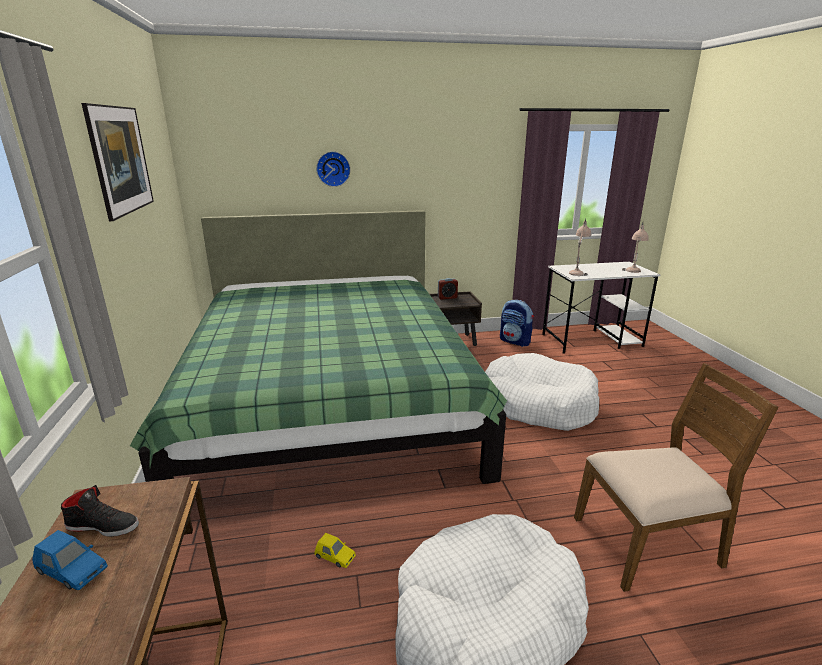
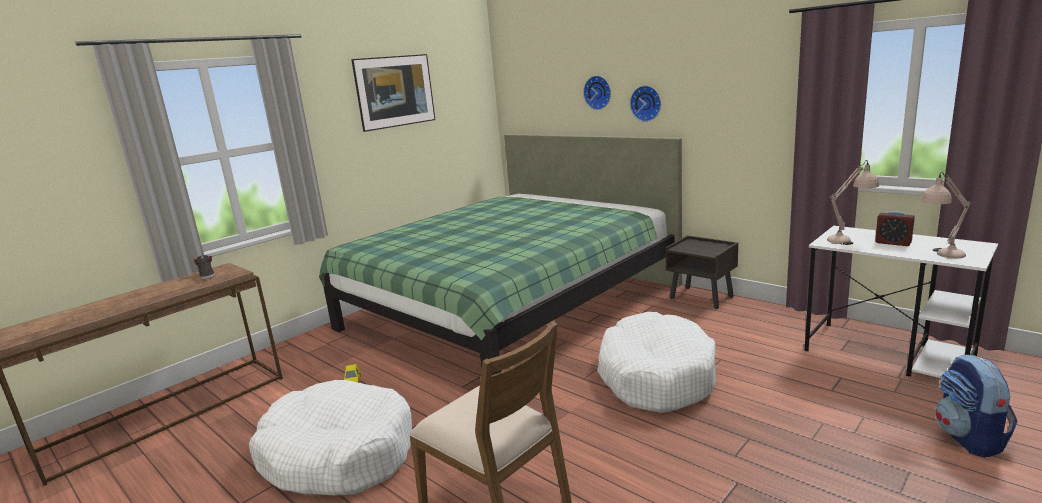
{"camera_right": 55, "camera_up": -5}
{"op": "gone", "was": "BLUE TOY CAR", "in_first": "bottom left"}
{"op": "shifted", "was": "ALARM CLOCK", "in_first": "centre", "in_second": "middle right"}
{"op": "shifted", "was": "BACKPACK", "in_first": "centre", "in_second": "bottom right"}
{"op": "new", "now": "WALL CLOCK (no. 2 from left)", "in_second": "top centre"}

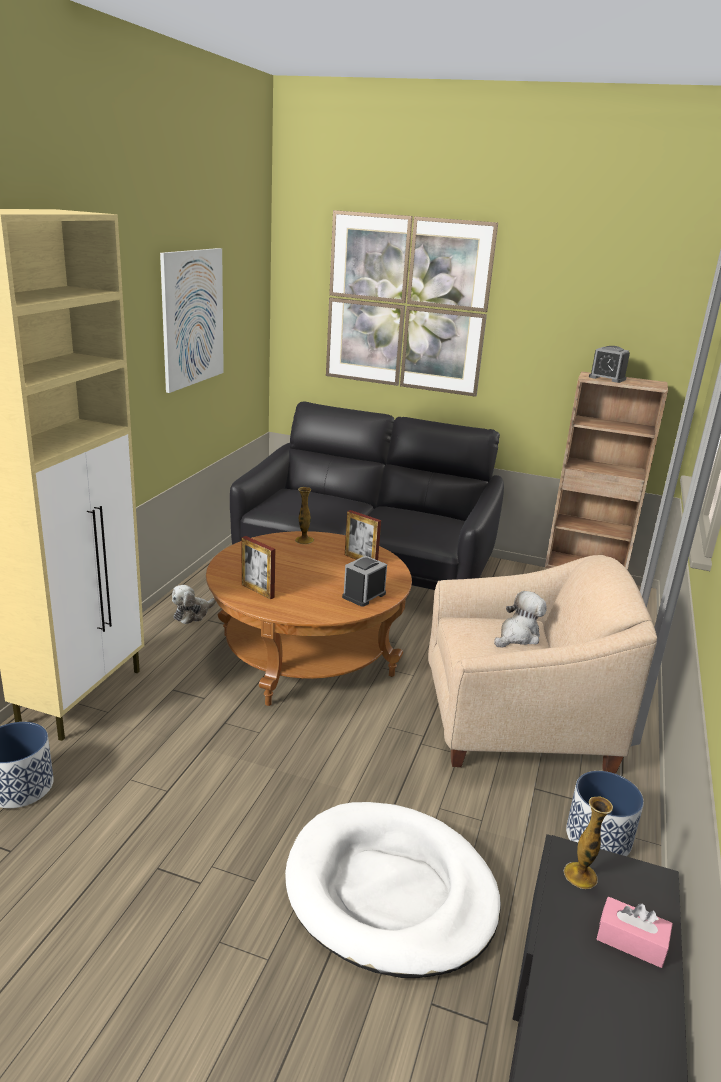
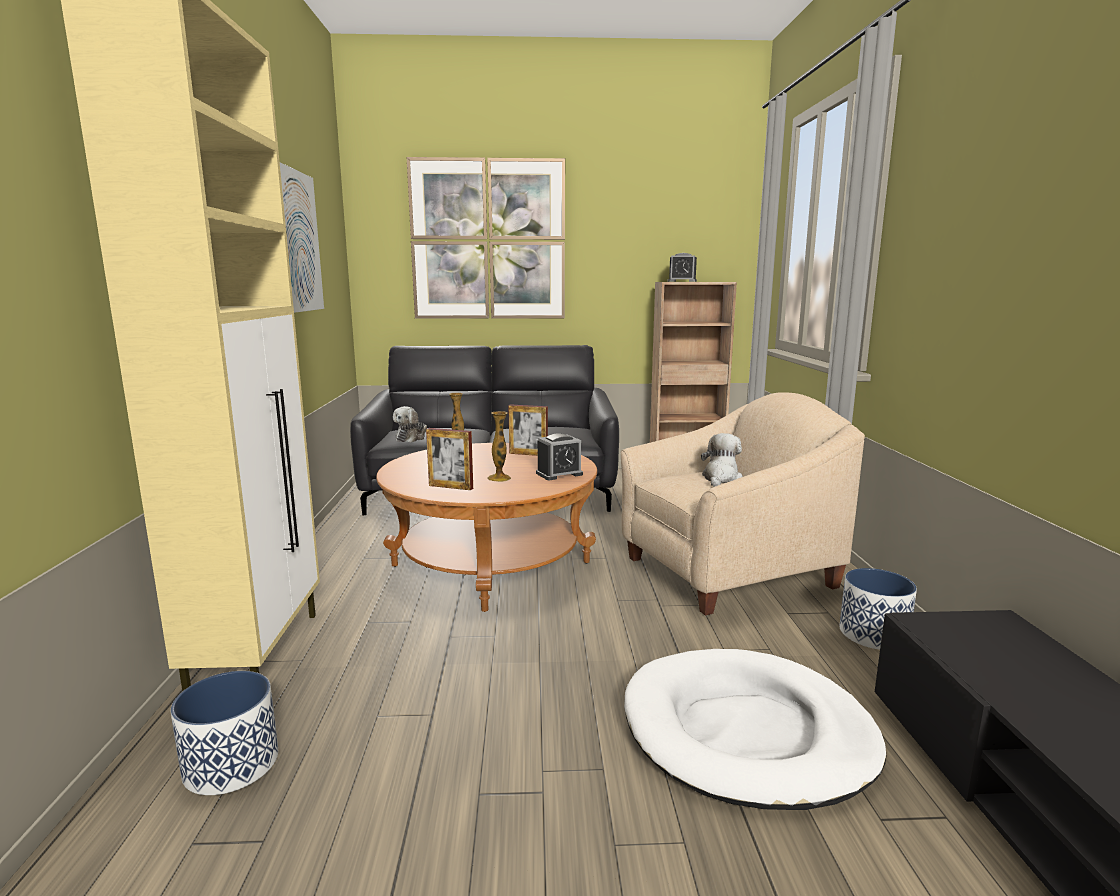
{"camera_right": -20, "camera_up": -10}
{"op": "shifted", "was": "PLUSH TOY (no. 1 from left)", "in_first": "middle left", "in_second": "centre"}
{"op": "rotated", "was": "ALARM CLOCK (no. 1 from left)", "in_first": "centre", "in_second": "centre", "clockwise": -135}
{"op": "shifted", "was": "VASE (no. 2 from left)", "in_first": "bottom right", "in_second": "centre"}
{"op": "gone", "was": "PINK TISSUE BOX", "in_first": "bottom right"}

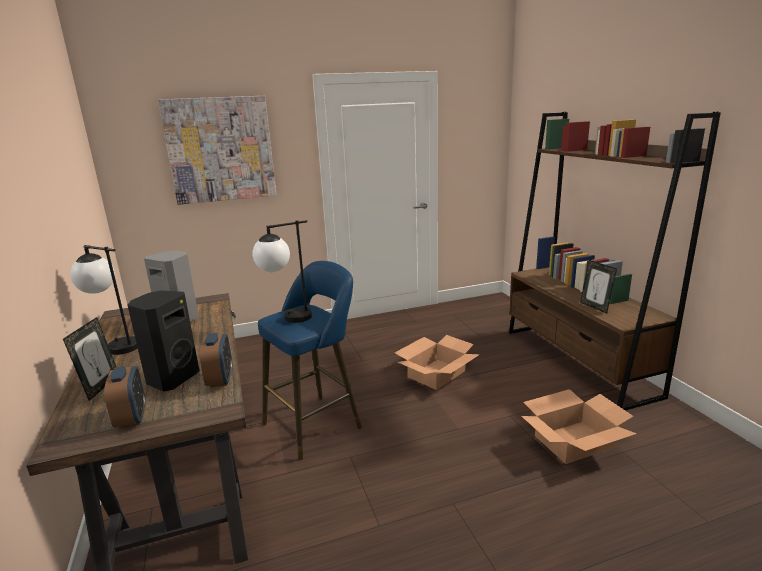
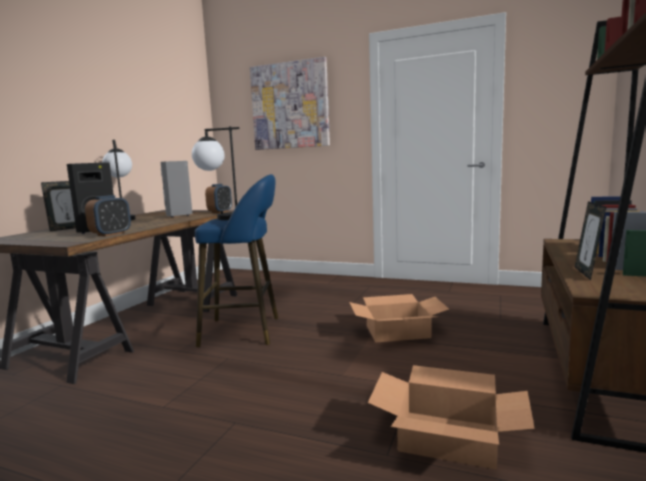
{"camera_right": 40, "camera_up": -10}
{"op": "shifted", "was": "ALARM CLOCK (no. 1 from left in the first image)", "now": "ALARM CLOCK (no. 2 from left)", "in_first": "bottom left", "in_second": "centre"}

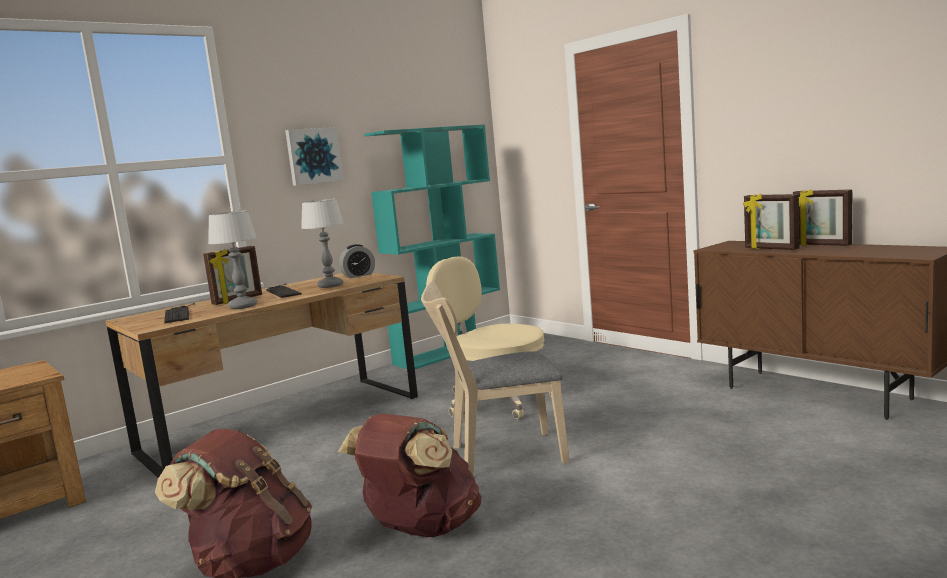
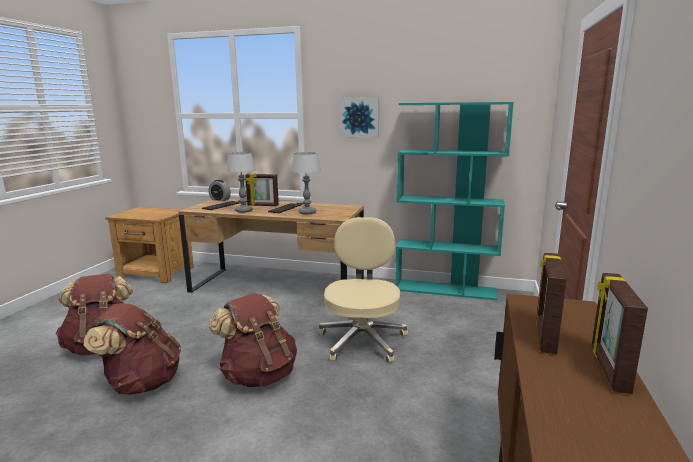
{"camera_right": 55, "camera_up": 5}
{"op": "shifted", "was": "ALARM CLOCK", "in_first": "centre", "in_second": "middle left"}
{"op": "swapped", "was": "BEIGE CHAIR", "now": "BROWN BACKPACK (no. 3 from left)", "in_first": "centre", "in_second": "bottom centre"}

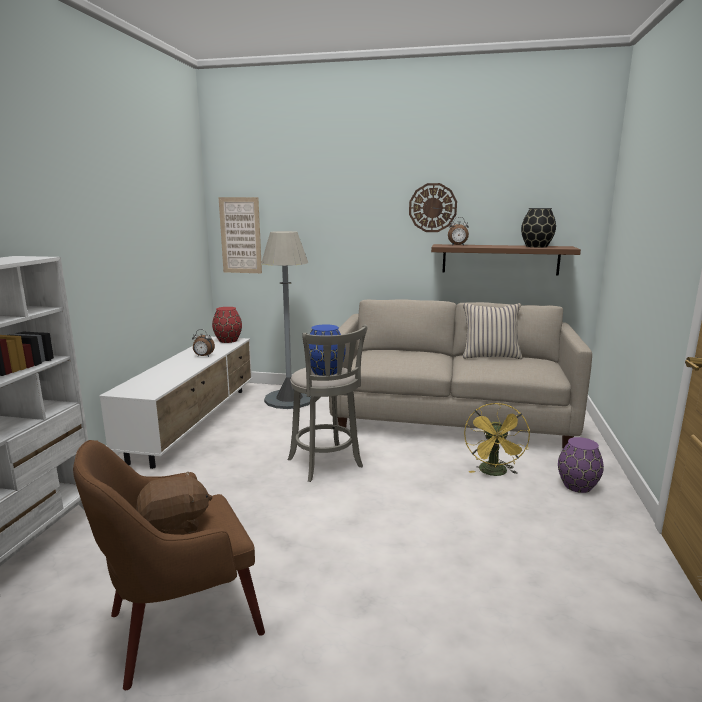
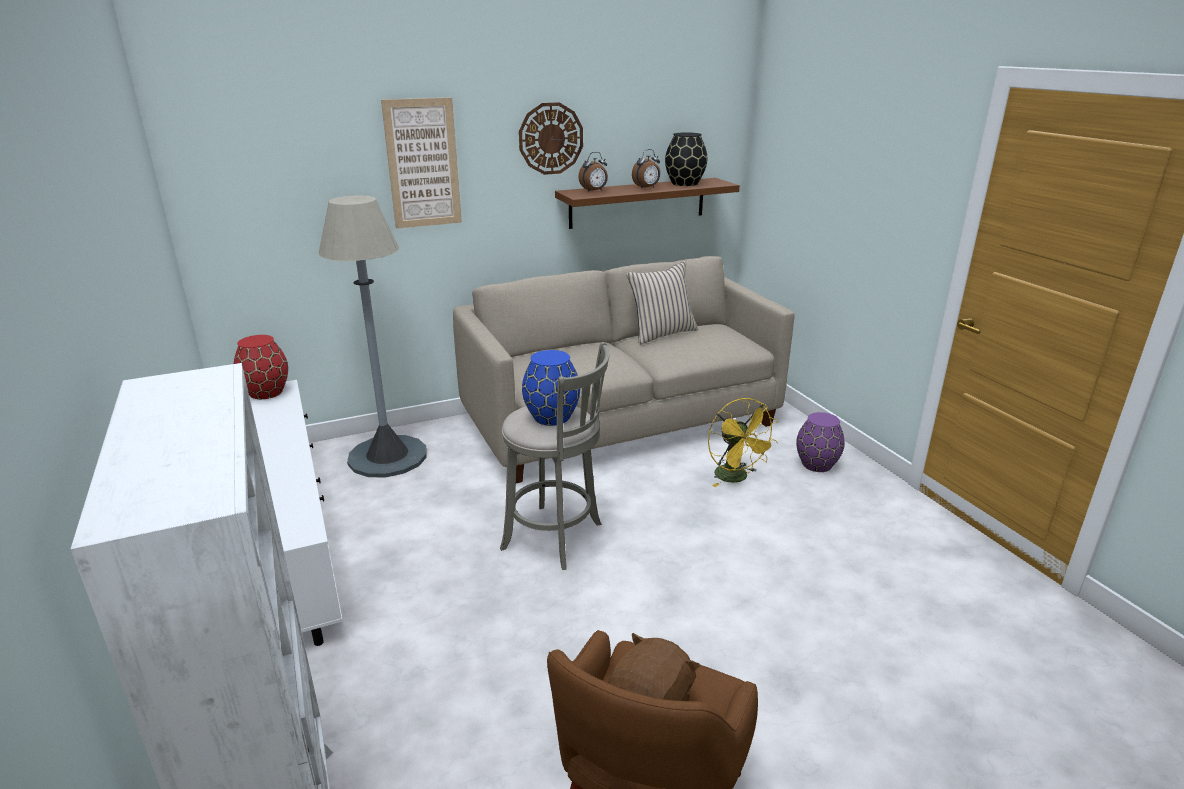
{"camera_right": -35, "camera_up": 10}
{"op": "shifted", "was": "ALARM CLOCK (no. 1 from left in the first image)", "now": "ALARM CLOCK (no. 2 from left)", "in_first": "middle left", "in_second": "top centre"}
{"op": "shifted", "was": "PICTURE", "in_first": "centre", "in_second": "top centre"}

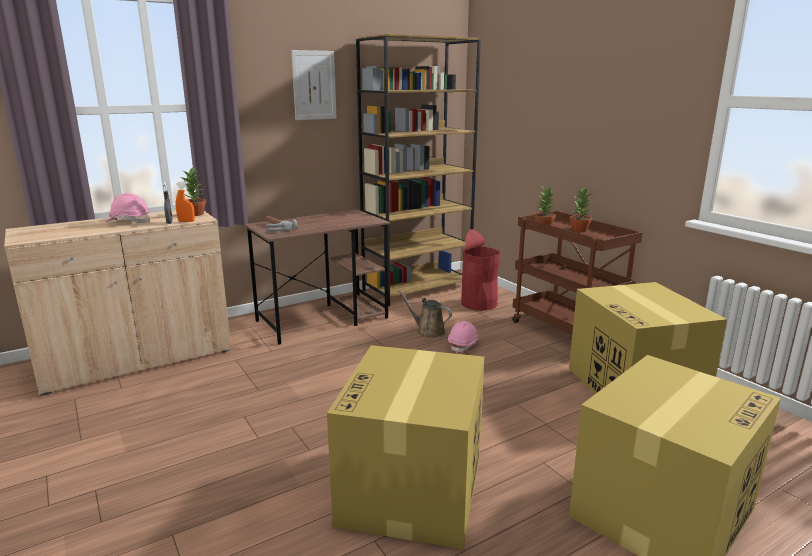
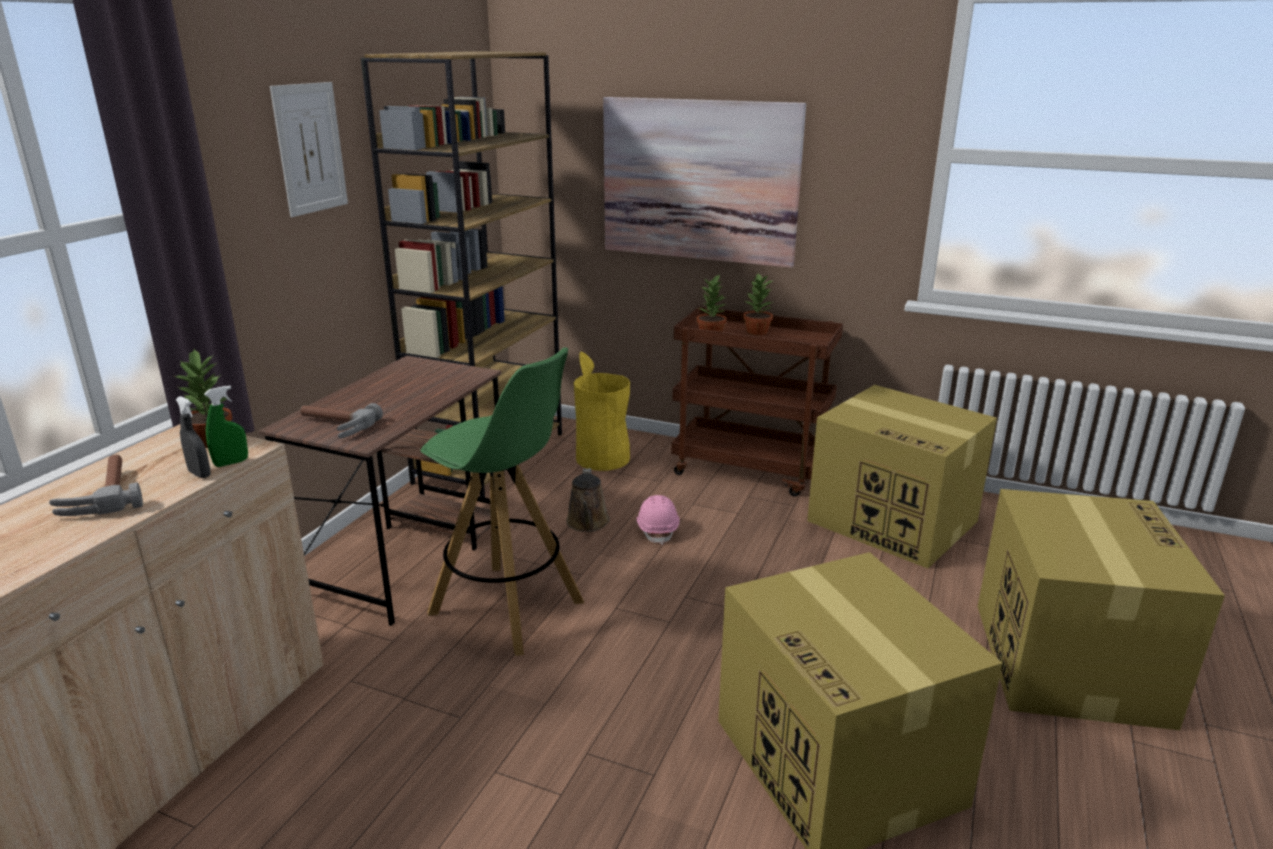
{"camera_right": -35, "camera_up": 5}
{"op": "swapped", "was": "PINK HARD HAT (no. 1 from left)", "now": "HAMMER (no. 1 from left)", "in_first": "middle left", "in_second": "middle left"}
{"op": "repainted", "was": "ORANGE SPRAY BOTTLE", "now": "GREEN SPRAY BOTTLE", "in_first": "middle left", "in_second": "middle left"}
{"op": "rotated", "was": "BROWN WATERING CAN", "in_first": "centre", "in_second": "centre", "clockwise": -90}
{"op": "repainted", "was": "RED TRASH CAN", "now": "YELLOW TRASH CAN", "in_first": "centre", "in_second": "centre"}
{"op": "new", "now": "GREEN STOOL", "in_second": "centre"}
{"op": "new", "now": "PICTURE (no. 2 from left)", "in_second": "top centre"}

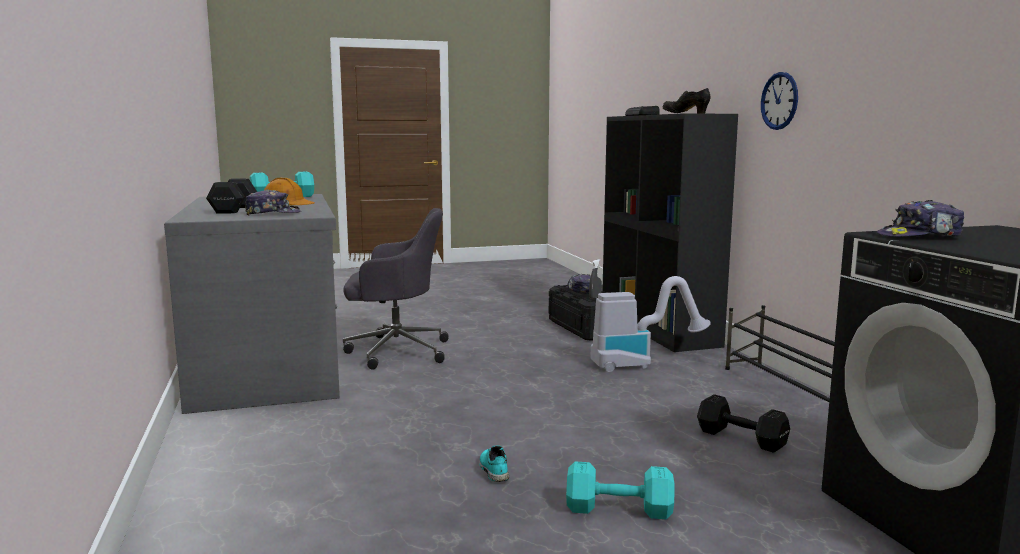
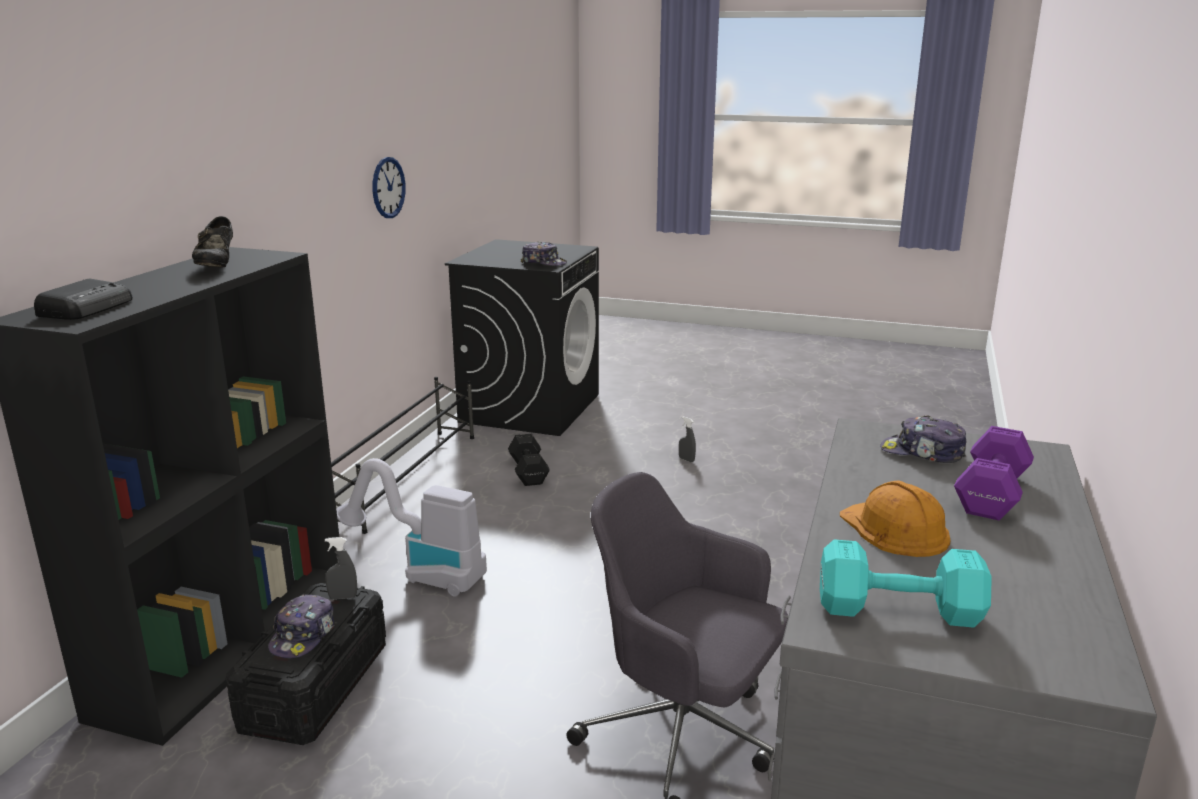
{"camera_right": -145, "camera_up": 10}
{"op": "repainted", "was": "BLACK DUMBBELL (no. 1 from left)", "now": "PURPLE DUMBBELL", "in_first": "middle left", "in_second": "middle right"}
{"op": "gone", "was": "TURQUOISE SHOE", "in_first": "bottom centre"}
{"op": "swapped", "was": "TURQUOISE DUMBBELL (no. 2 from left)", "now": "GREY SPRAY BOTTLE (no. 2 from left)", "in_first": "bottom centre", "in_second": "centre"}
{"op": "shifted", "was": "WALL CLOCK", "in_first": "top right", "in_second": "top left"}

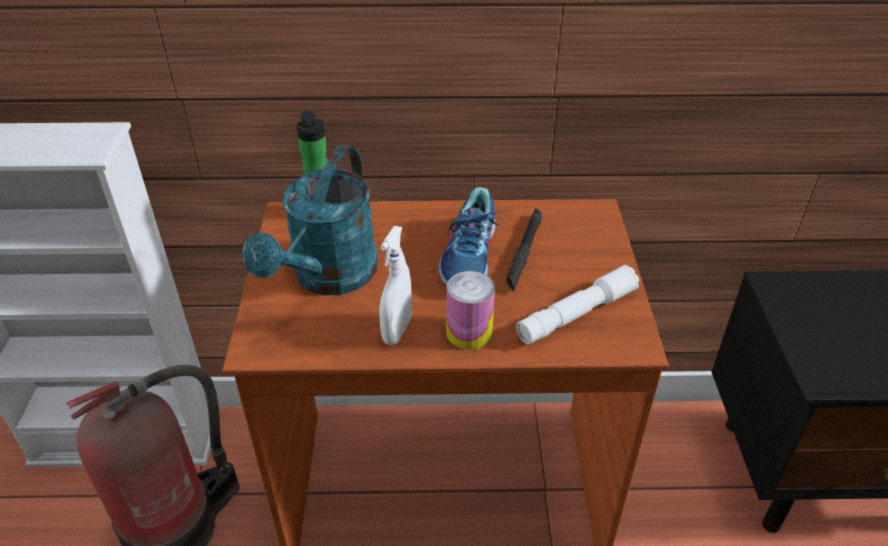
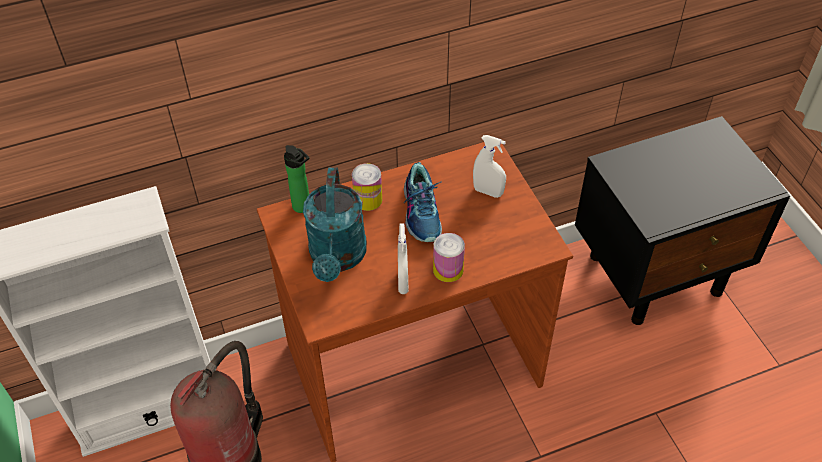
{"camera_right": -20, "camera_up": 10}
{"op": "gone", "was": "BLACK FLASHLIGHT", "in_first": "centre"}
{"op": "gone", "was": "WHITE FLASHLIGHT", "in_first": "centre"}
{"op": "new", "now": "CAN (no. 1 from left)", "in_second": "centre"}
{"op": "new", "now": "WHITE SPRAY BOTTLE (no. 2 from left)", "in_second": "centre"}

